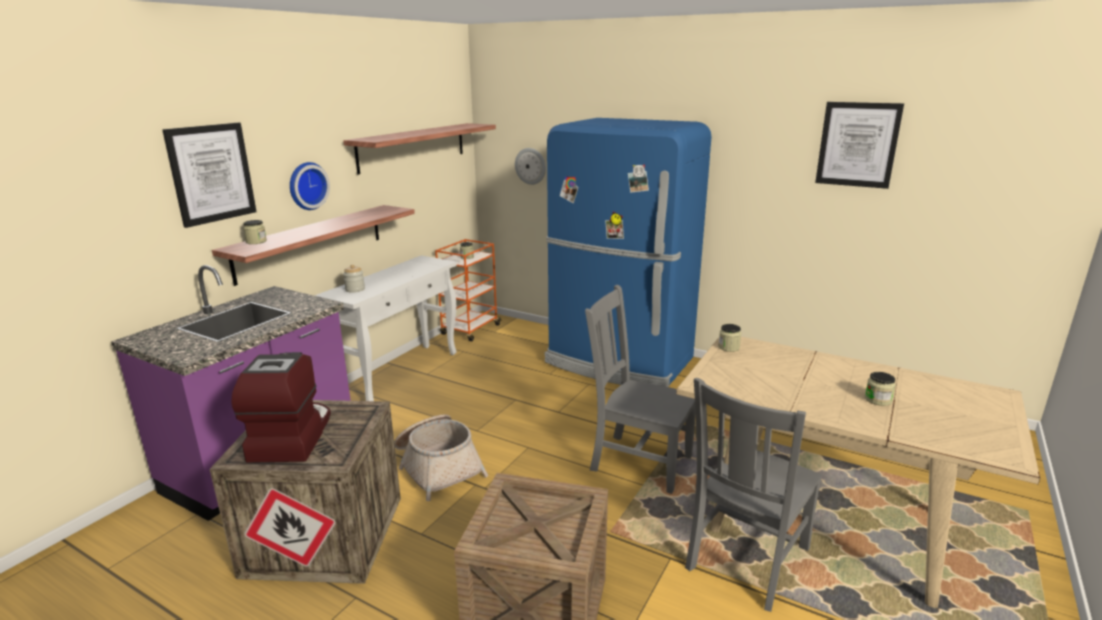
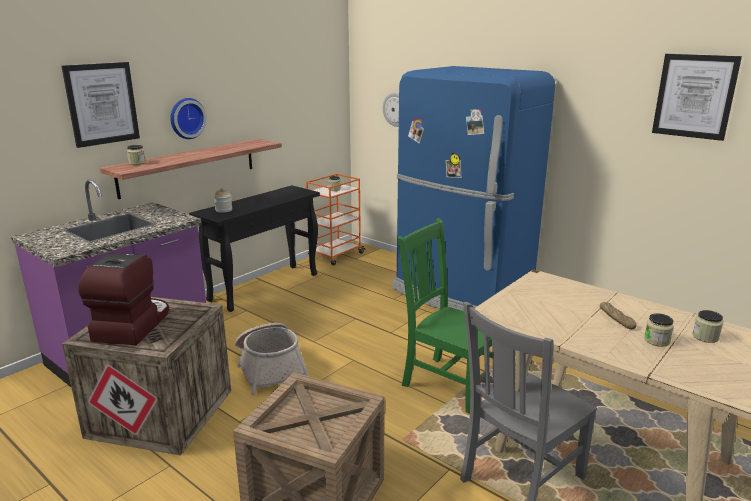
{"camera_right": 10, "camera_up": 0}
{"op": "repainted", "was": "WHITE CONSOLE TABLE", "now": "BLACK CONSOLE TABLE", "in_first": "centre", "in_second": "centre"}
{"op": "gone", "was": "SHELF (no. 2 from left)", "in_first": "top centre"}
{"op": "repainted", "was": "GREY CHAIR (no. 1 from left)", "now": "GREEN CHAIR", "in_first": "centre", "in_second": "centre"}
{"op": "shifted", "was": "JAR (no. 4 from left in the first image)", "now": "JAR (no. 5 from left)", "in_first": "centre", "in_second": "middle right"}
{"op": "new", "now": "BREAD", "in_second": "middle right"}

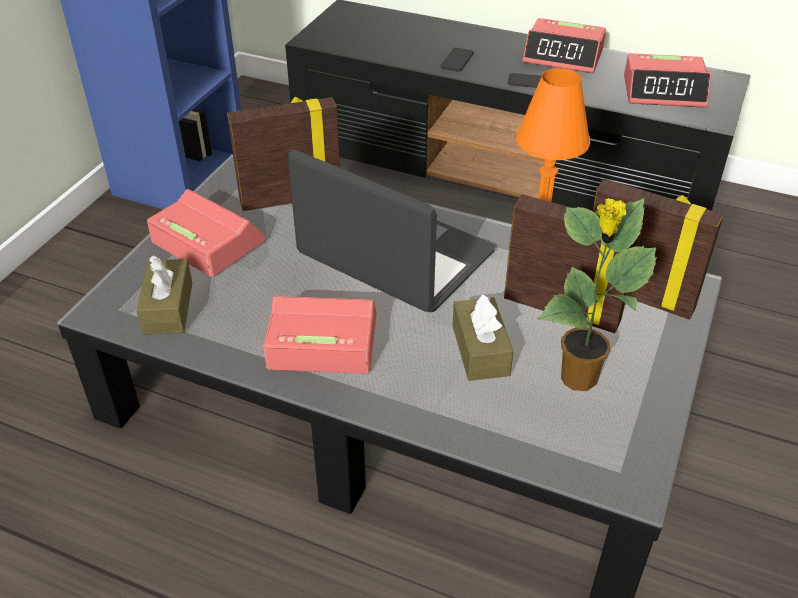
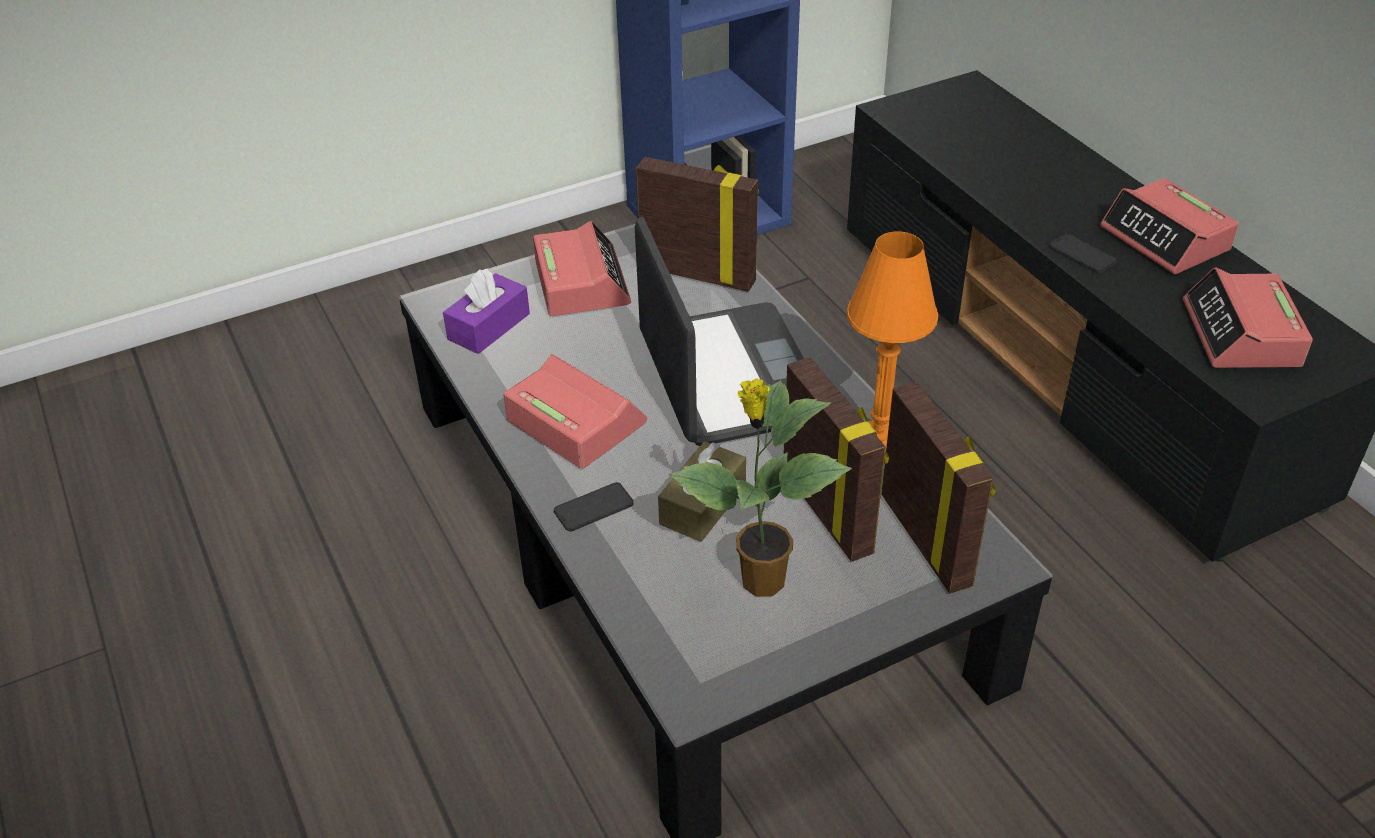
{"camera_right": 40, "camera_up": 0}
{"op": "repainted", "was": "BROWN TISSUE BOX (no. 1 from left)", "now": "PURPLE TISSUE BOX", "in_first": "middle left", "in_second": "centre"}
{"op": "shifted", "was": "PHONE (no. 1 from left)", "in_first": "top centre", "in_second": "centre"}
{"op": "rotated", "was": "ALARM CLOCK (no. 4 from left)", "in_first": "top right", "in_second": "middle right", "clockwise": 45}

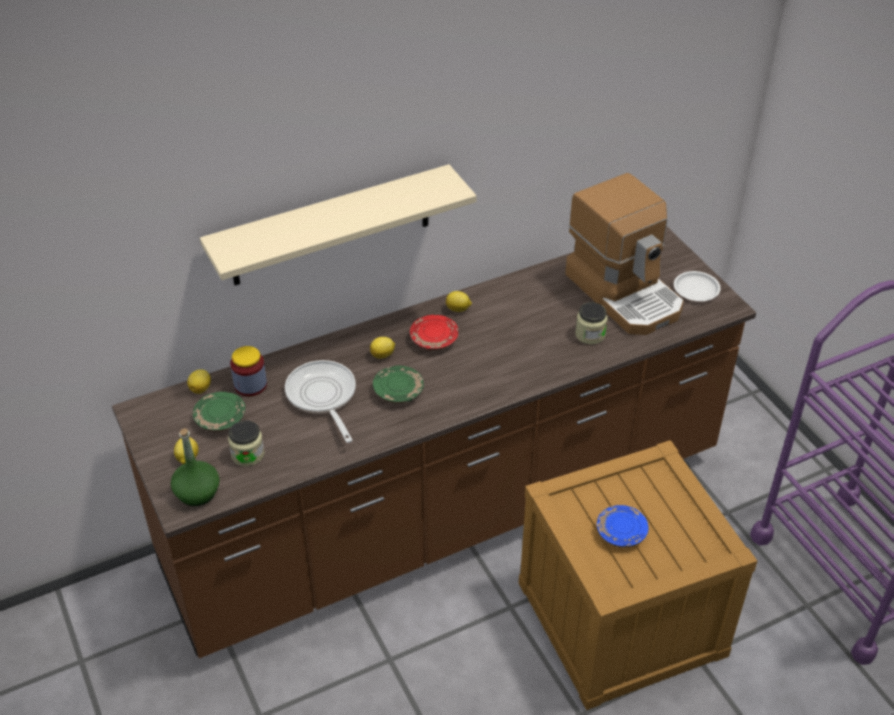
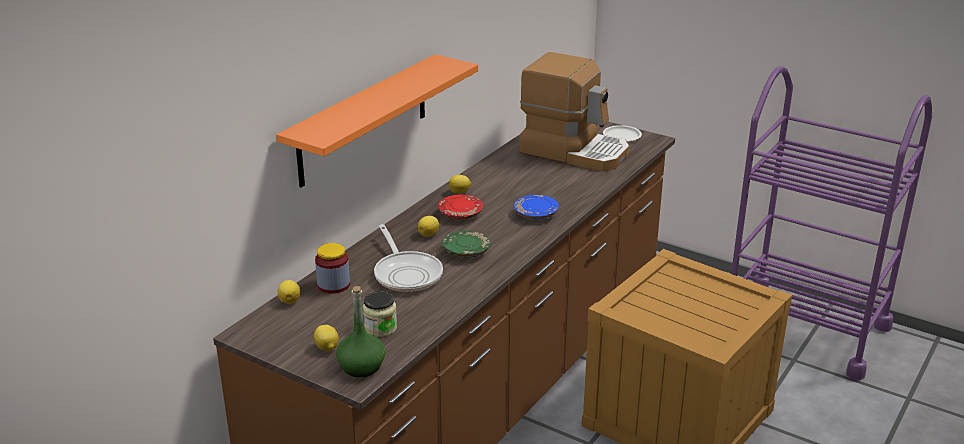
{"camera_right": -30, "camera_up": -15}
{"op": "gone", "was": "GREEN PLATE (no. 1 from left)", "in_first": "middle left"}
{"op": "repainted", "was": "BEIGE SHELF", "now": "ORANGE SHELF", "in_first": "top centre", "in_second": "top centre"}
{"op": "rotated", "was": "FRYING PAN", "in_first": "centre", "in_second": "centre", "clockwise": -150}
{"op": "gone", "was": "JAR (no. 3 from left)", "in_first": "centre"}
{"op": "shifted", "was": "BLUE PLATE", "in_first": "bottom right", "in_second": "centre"}

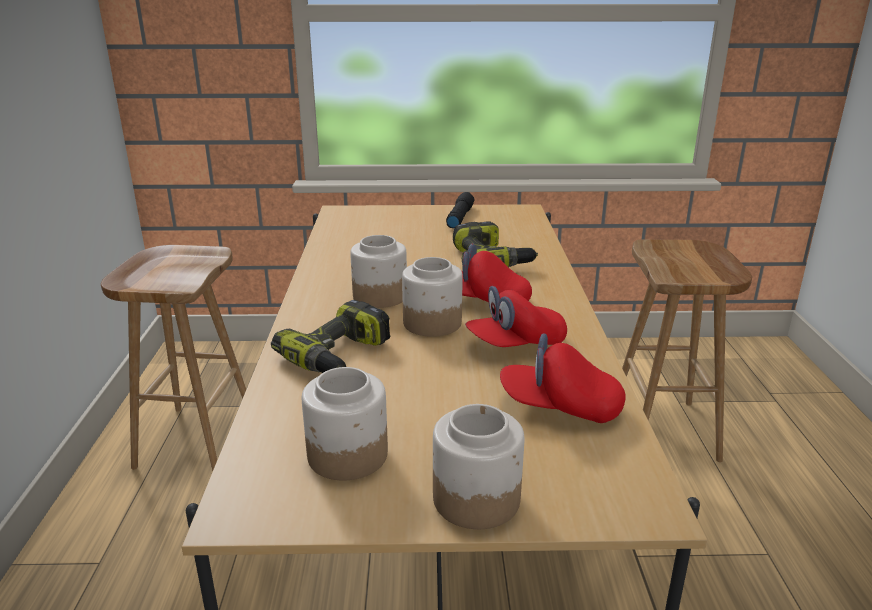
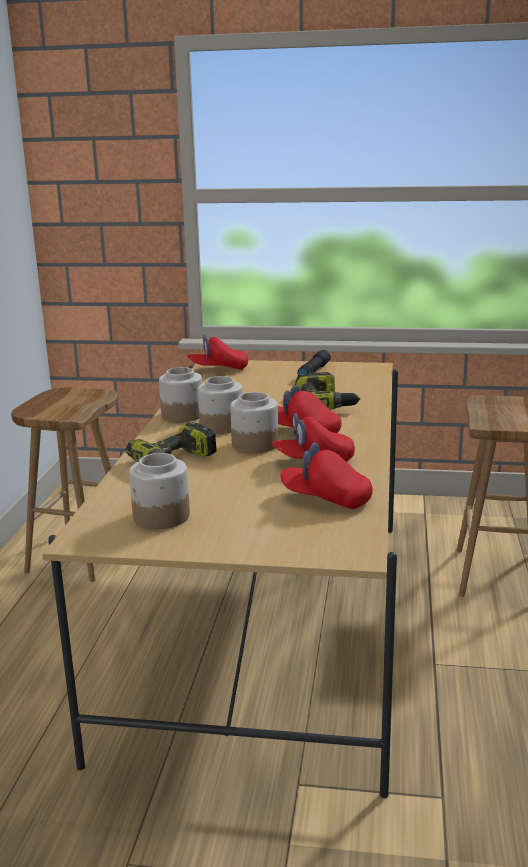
{"camera_right": 10, "camera_up": -5}
{"op": "shifted", "was": "JAR (no. 4 from left in the first image)", "now": "JAR (no. 2 from left)", "in_first": "bottom centre", "in_second": "centre"}
{"op": "new", "now": "RED CAP (no. 1 from left)", "in_second": "centre"}

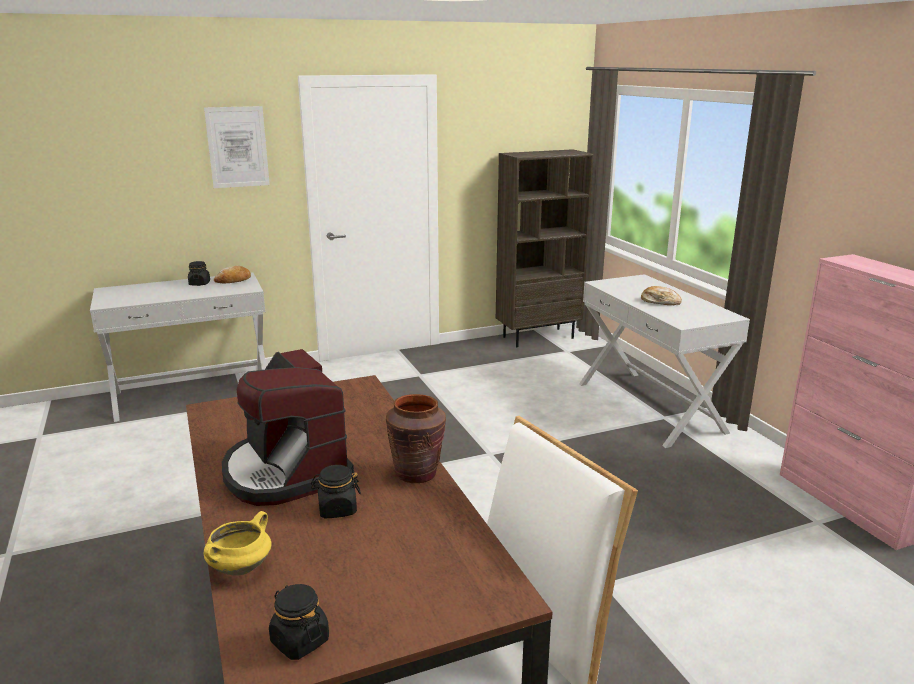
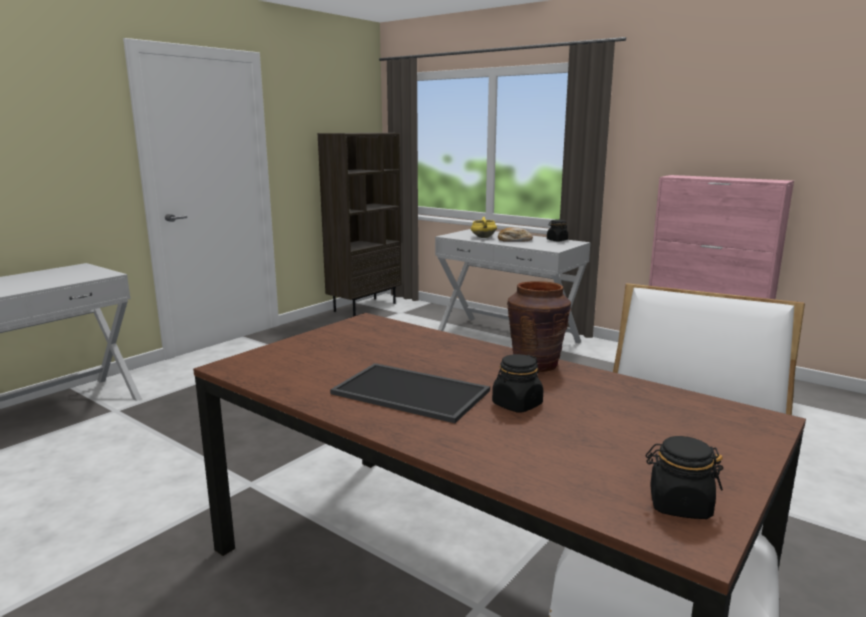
{"camera_right": -30, "camera_up": -5}
{"op": "shifted", "was": "BLACK JAR (no. 1 from left in the first image)", "now": "BLACK JAR (no. 2 from left)", "in_first": "middle left", "in_second": "centre"}
{"op": "gone", "was": "PICTURE", "in_first": "top left"}
{"op": "shifted", "was": "YELLOW COOKING POT", "in_first": "bottom left", "in_second": "centre"}
{"op": "gone", "was": "BREAD (no. 1 from left)", "in_first": "middle left"}
{"op": "swapped", "was": "COFFEE MACHINE", "now": "TRAY", "in_first": "middle left", "in_second": "centre"}

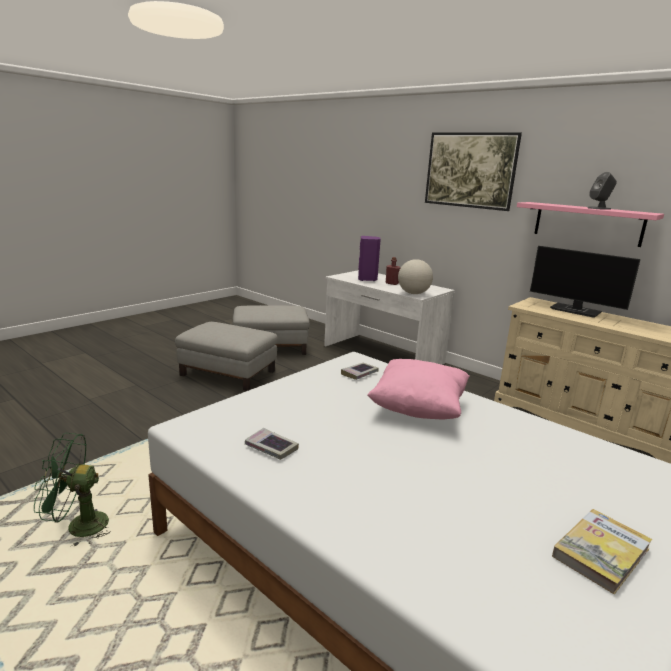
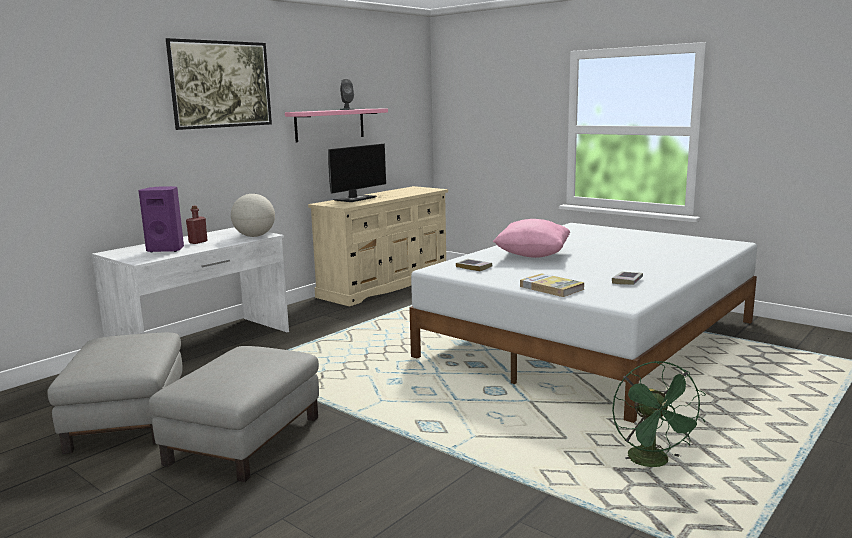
{"camera_right": -90, "camera_up": -5}
{"op": "shifted", "was": "BOOK (no. 3 from left in the first image)", "now": "BOOK (no. 2 from left)", "in_first": "bottom right", "in_second": "centre"}

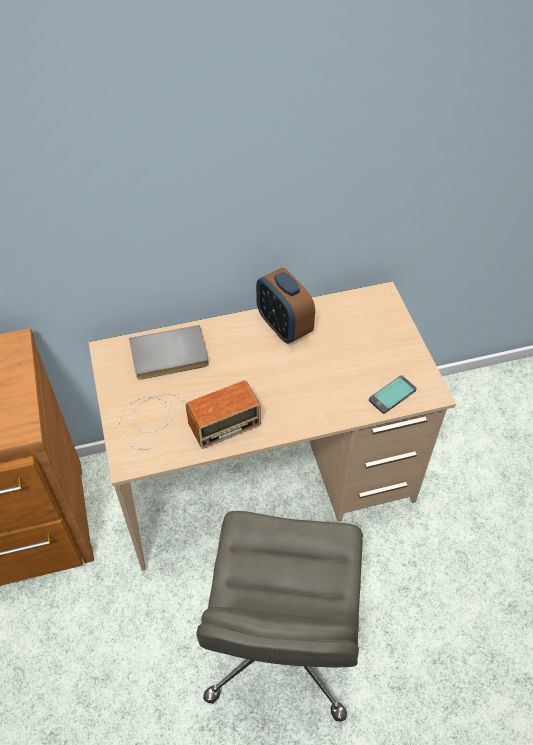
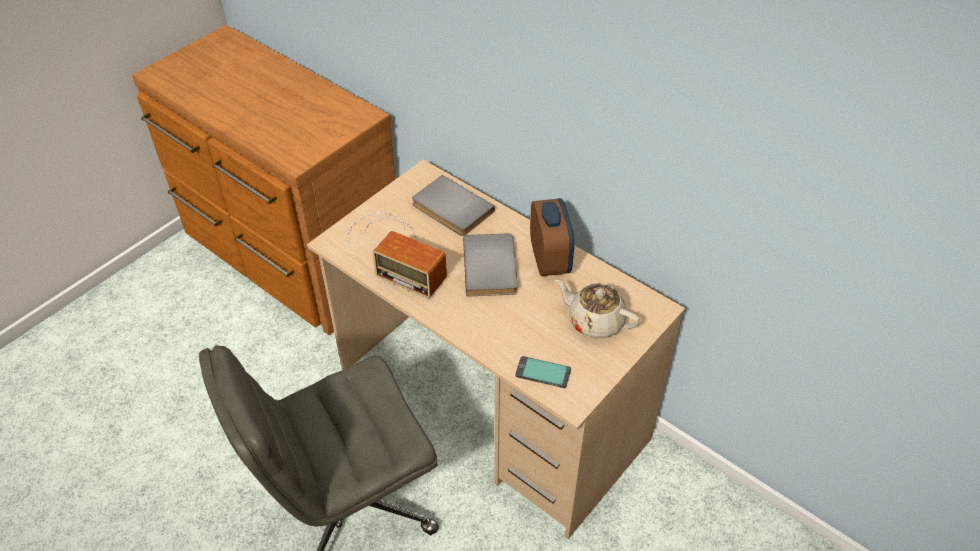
{"camera_right": 55, "camera_up": -5}
{"op": "rotated", "was": "ALARM CLOCK", "in_first": "centre", "in_second": "centre", "clockwise": 150}
{"op": "new", "now": "GREY BOOK (no. 2 from left)", "in_second": "centre"}
{"op": "new", "now": "BEIGE TEAPOT", "in_second": "centre"}

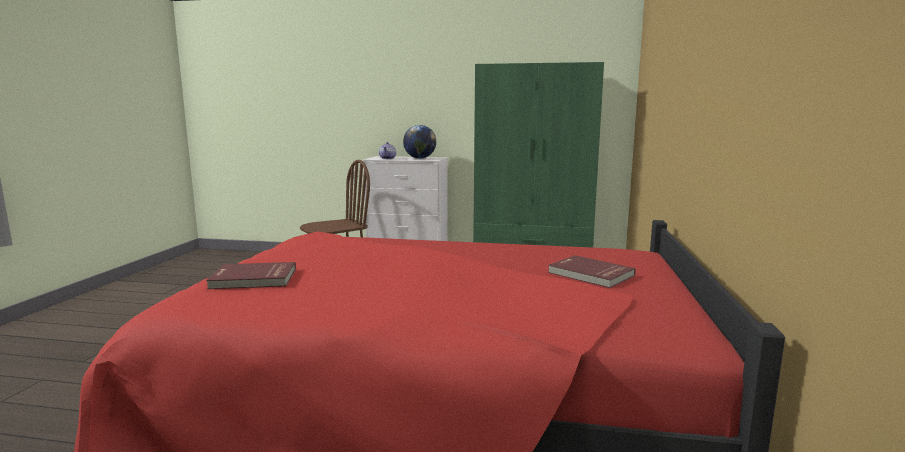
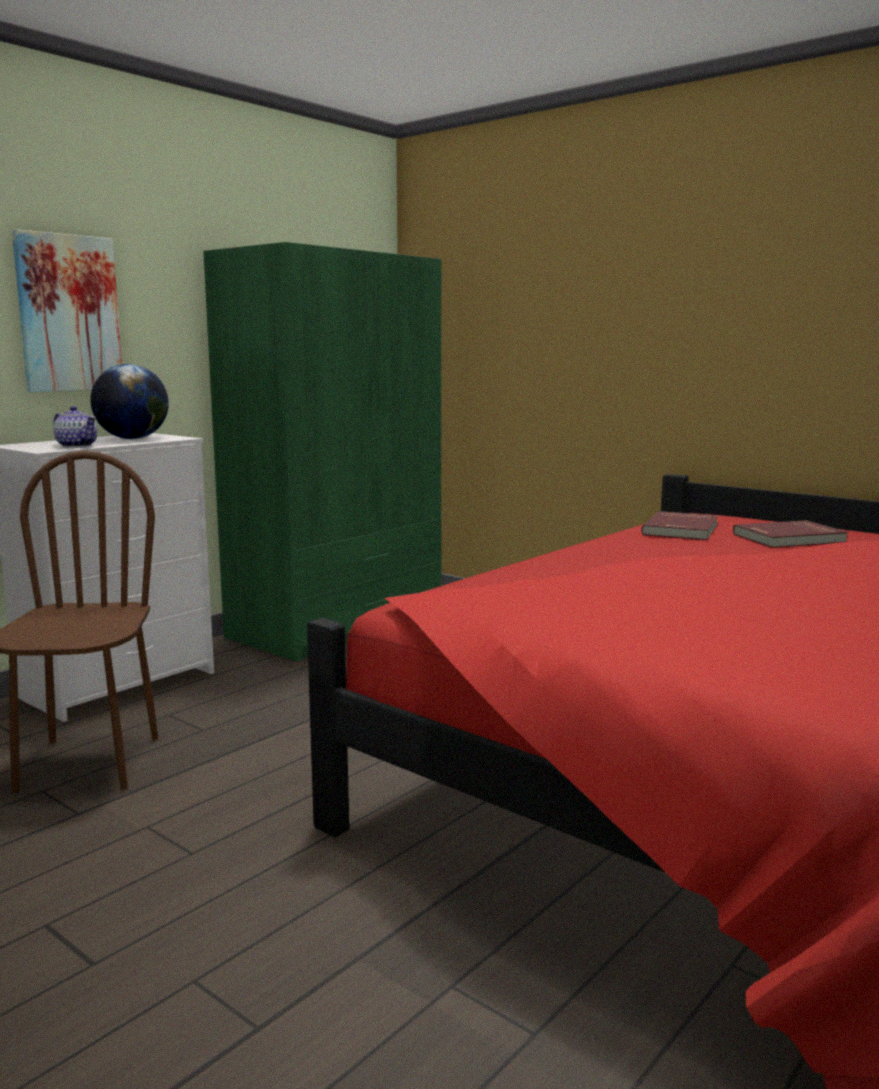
{"camera_right": -60, "camera_up": 0}
{"op": "shifted", "was": "RED BOOK (no. 1 from left)", "in_first": "middle left", "in_second": "middle right"}
{"op": "new", "now": "PICTURE", "in_second": "top left"}

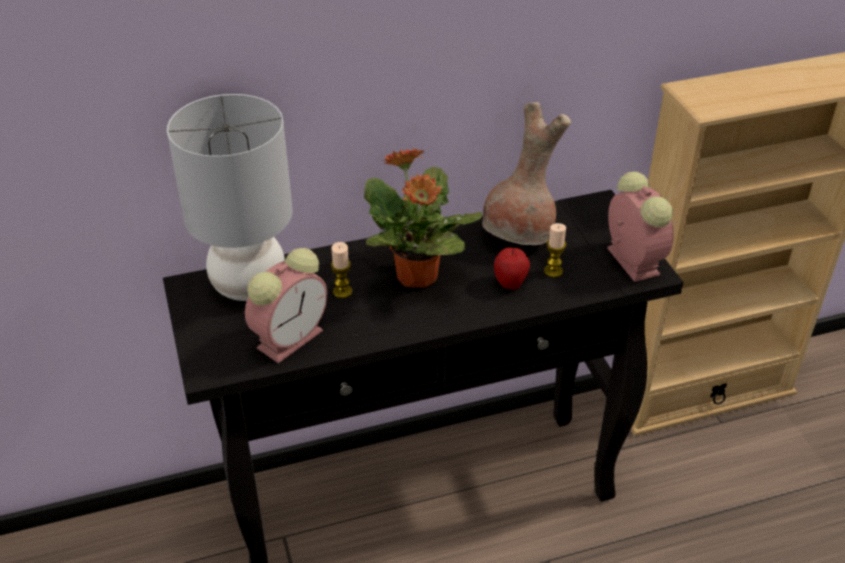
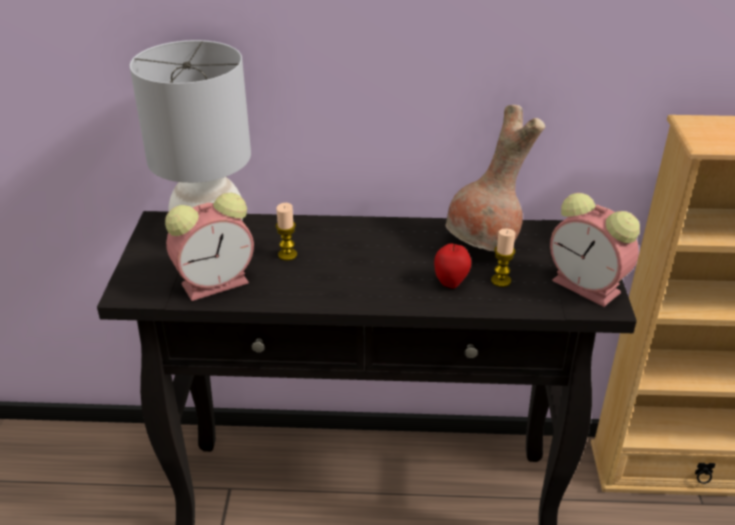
{"camera_right": 20, "camera_up": -5}
{"op": "gone", "was": "POTTED PLANT", "in_first": "centre"}
{"op": "rotated", "was": "ALARM CLOCK (no. 2 from left)", "in_first": "middle right", "in_second": "middle right", "clockwise": 135}

